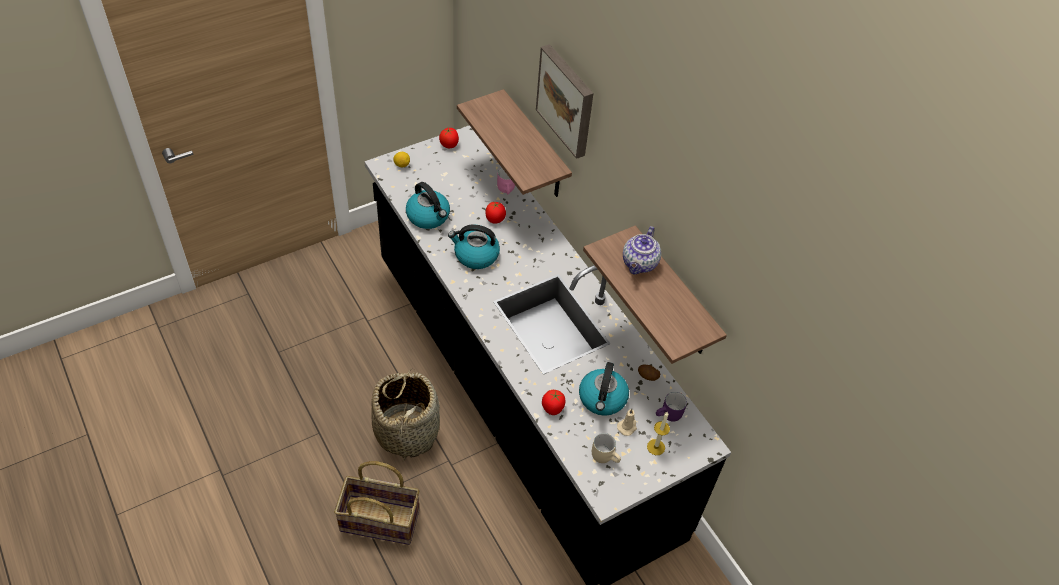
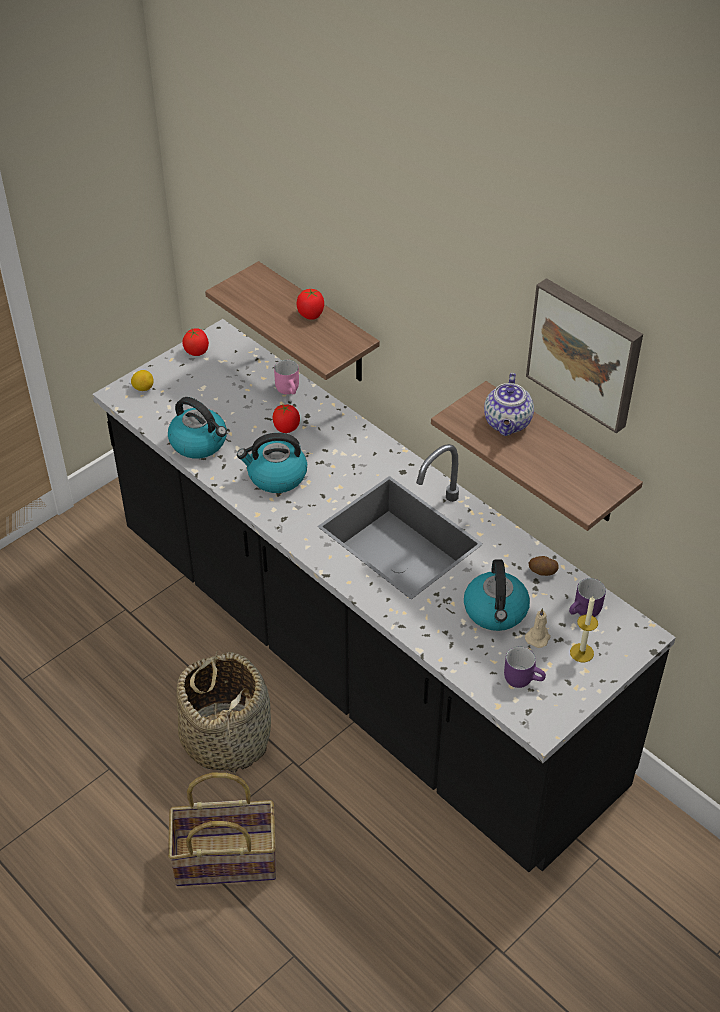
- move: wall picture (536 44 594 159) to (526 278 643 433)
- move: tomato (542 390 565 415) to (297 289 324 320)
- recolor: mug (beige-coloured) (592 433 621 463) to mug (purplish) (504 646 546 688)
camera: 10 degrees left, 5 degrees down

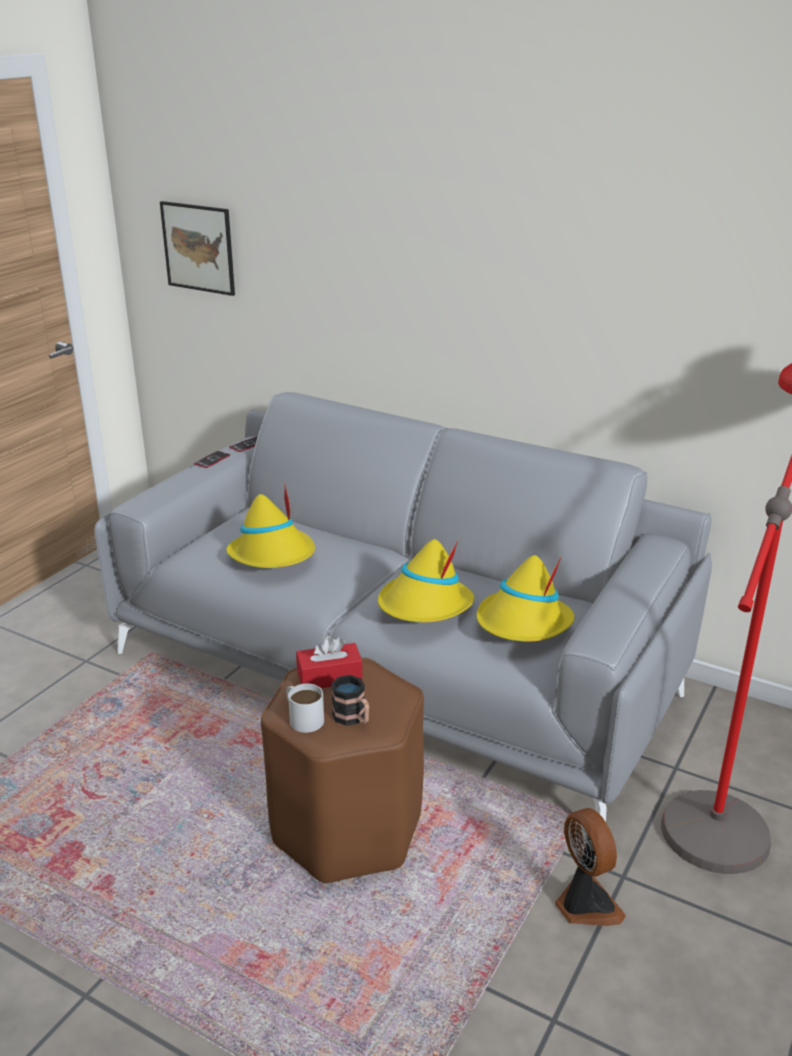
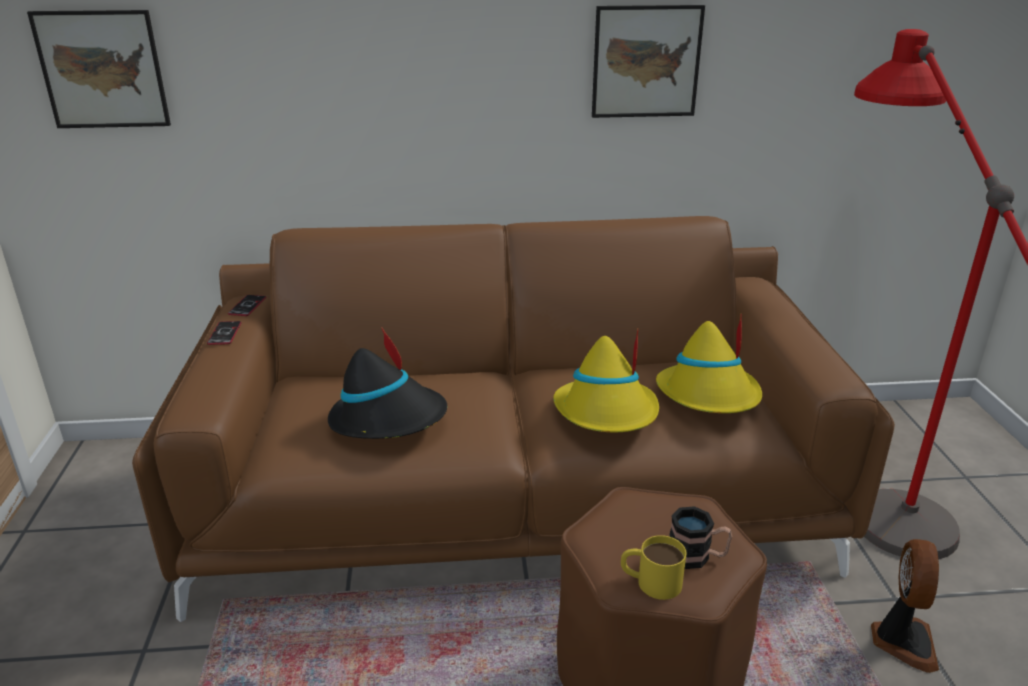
- recolor: sofa (gray) (95 392 712 822) to sofa (brown-coloured) (132 216 895 622)
- recolor: hat (yellowish) (226 483 315 568) to hat (blackish) (328 327 447 439)
- delete: tissue holder (red-coloured) (296 635 363 688)
- recolor: mug (whitish) (286 684 324 733) to mug (yellowish) (621 535 687 600)
- rotate: fan (555 808 626 926) = (871 539 939 673) 75 degrees clockwise
- insert: wall picture (592 5 705 118)
camera: 35 degrees left, 0 degrees up

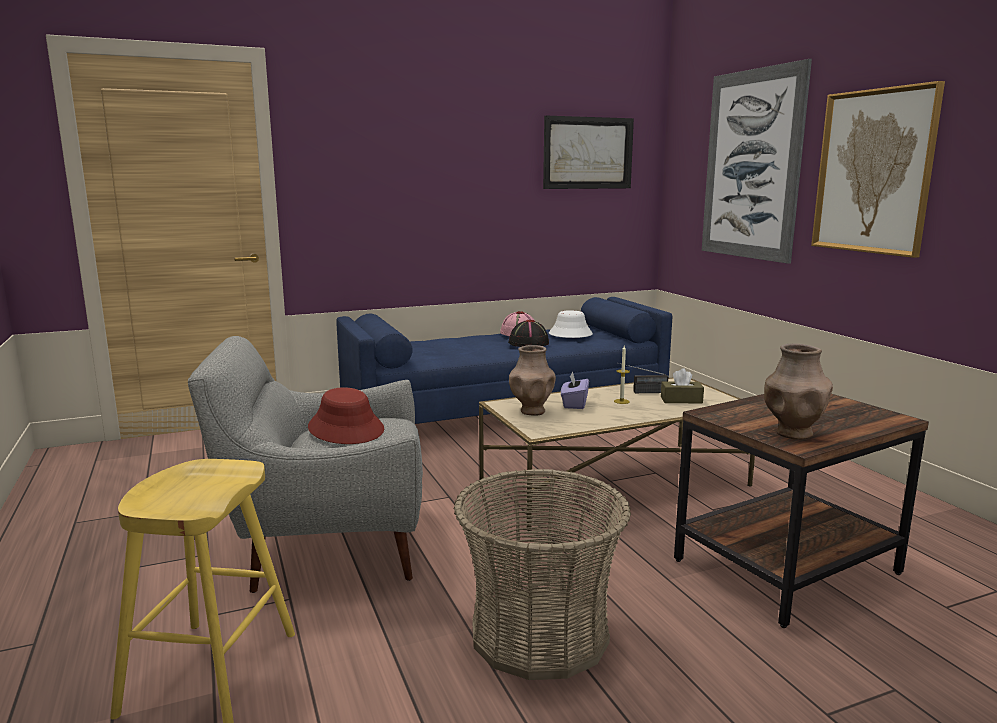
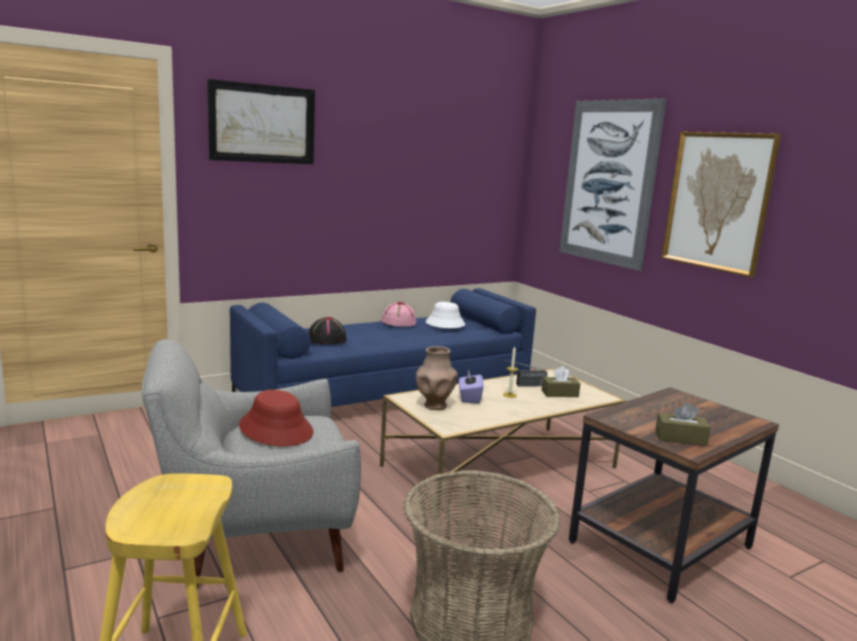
- move: wall picture (543 116 634 189) to (207 79 315 164)
- move: hat (blackish) (508 320 549 347) to (308 317 347 345)
- replace: flower vase (brown-coloured) (764 344 833 440) to tissue holder (brown-coloured) (655 402 711 446)
camera: 10 degrees left, 0 degrees up

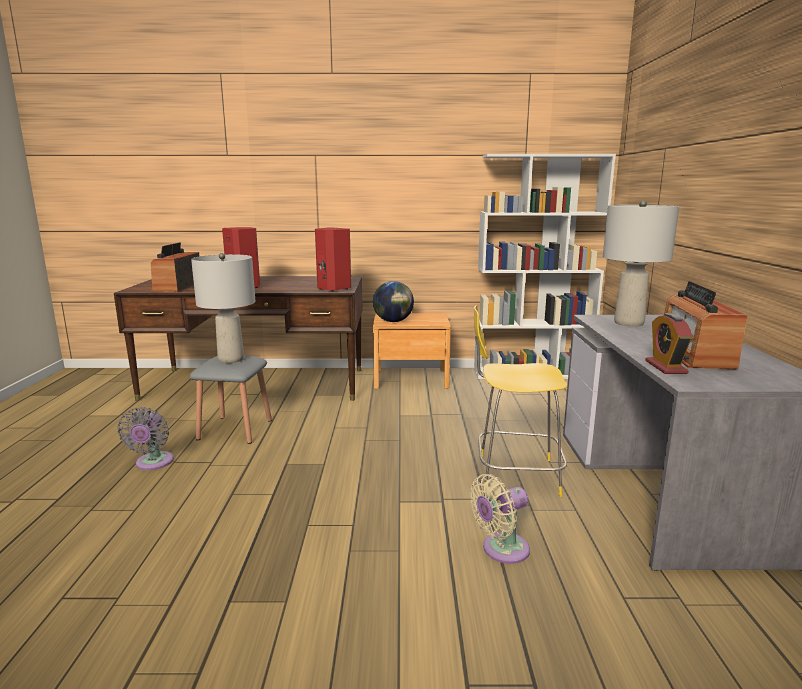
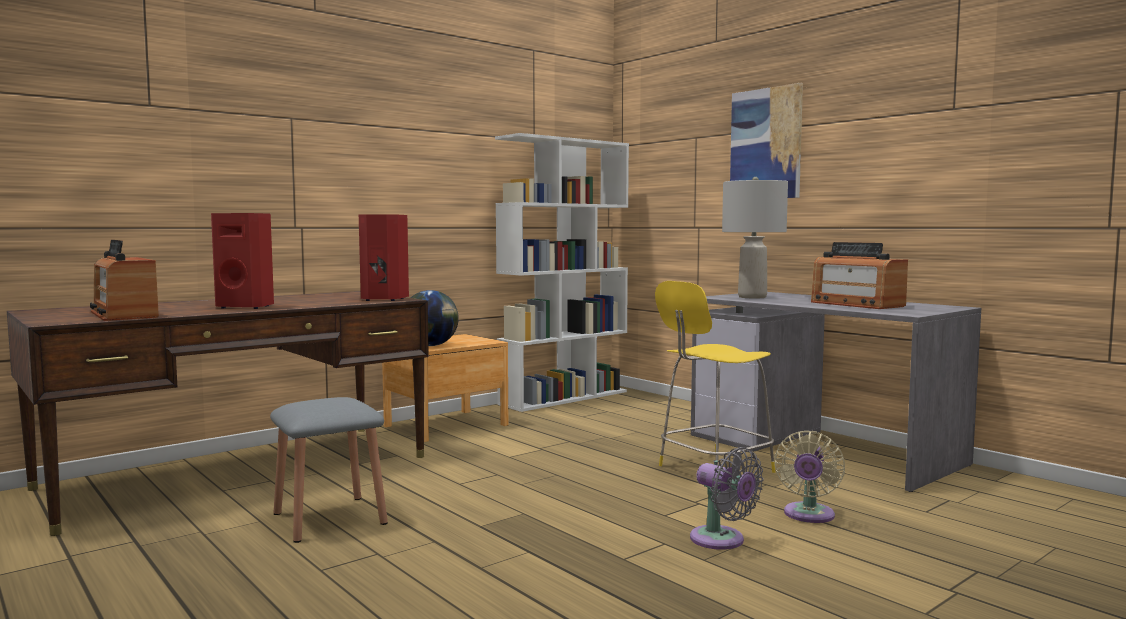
- delete: lamp for a table (gray) (191 253 256 363)
- delete: alarm clock (645 313 692 374)
- move: fan (gray) (117 407 174 470) to (690 447 764 550)
- insert: wall picture (730 83 803 198)
camera: 40 degrees left, 10 degrees down

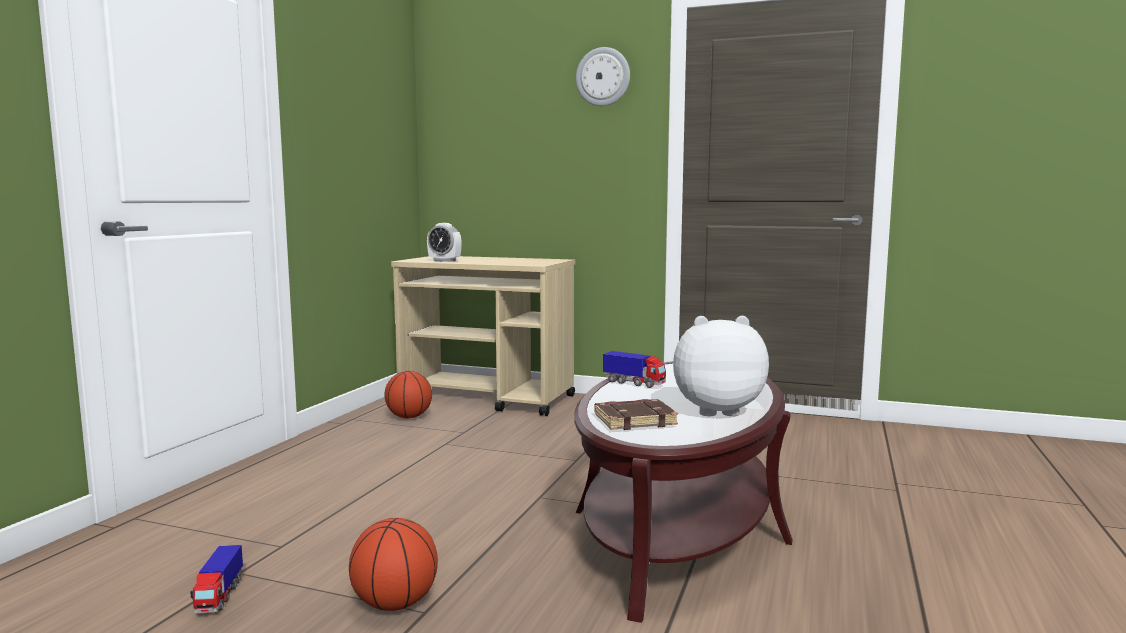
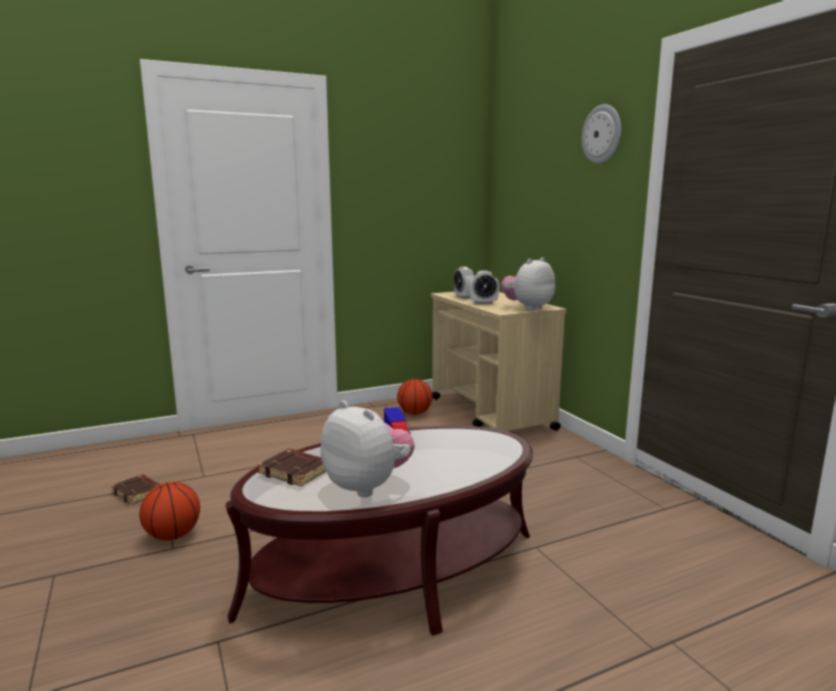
- replace: toy lorry (190 545 243 613) to volume (brown-coloured) (111 474 160 504)
- insert: soft toy (501 257 555 311)
- insert: alarm clock (469 271 500 304)
camera: 45 degrees right, 5 degrees up

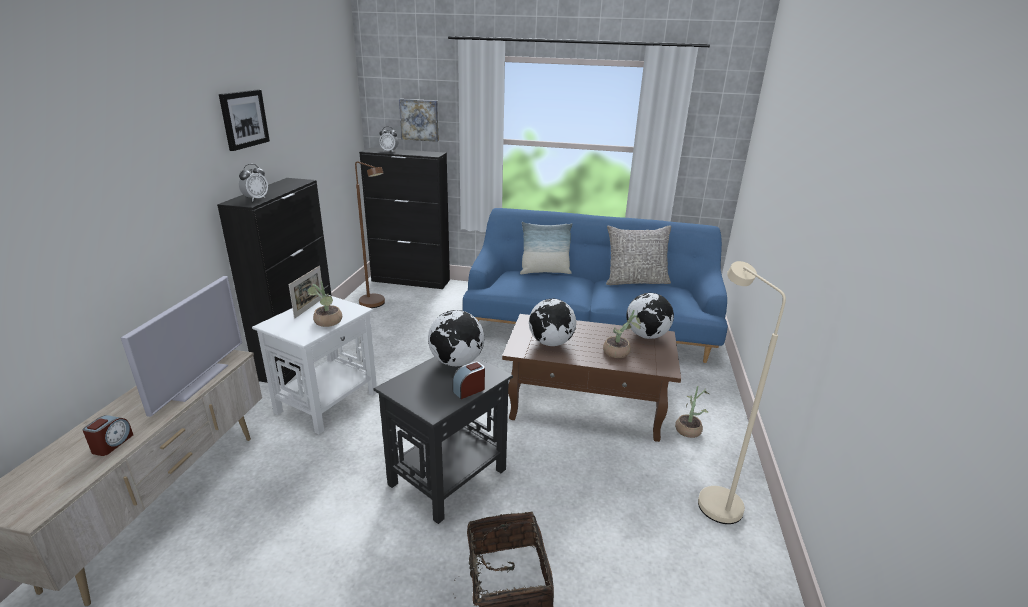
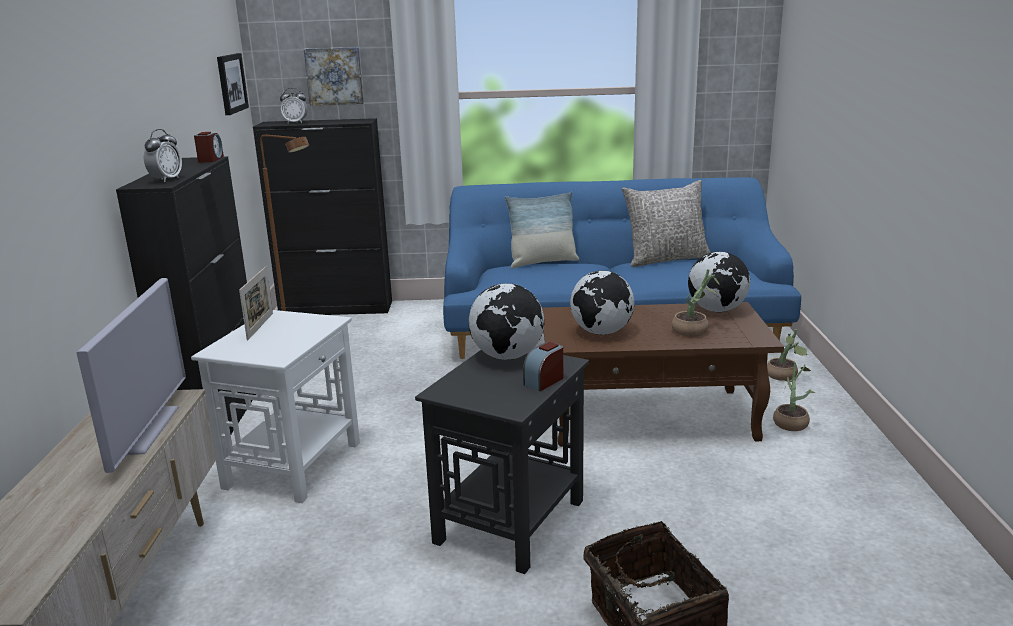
- move: wall picture (219 90 270 151) to (217 53 249 115)
- delete: standard lamp (beige-coloured) (698 261 786 524)
- move: plant in a pot (308 281 342 327) to (767 329 807 381)
- move: alarm clock (83 415 133 456) to (194 132 224 163)
camera: 10 degrees left, 5 degrees down

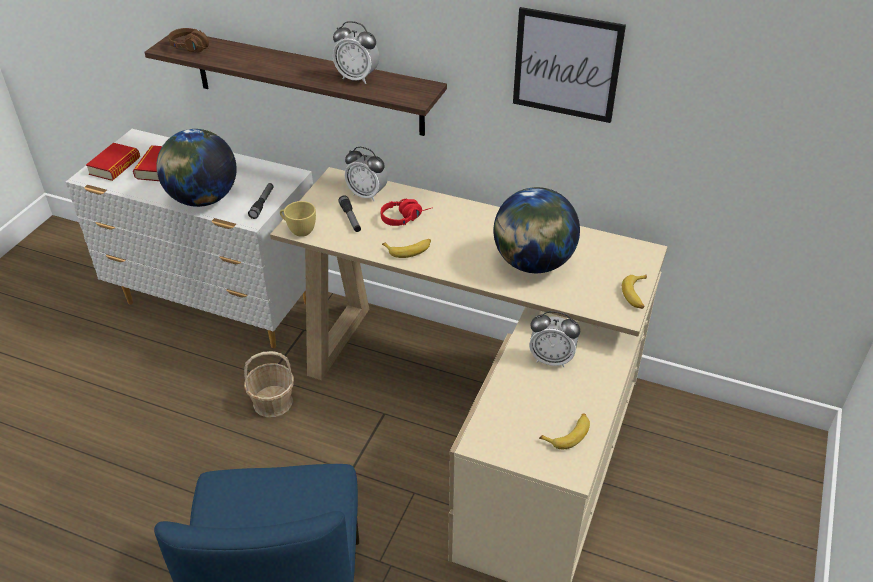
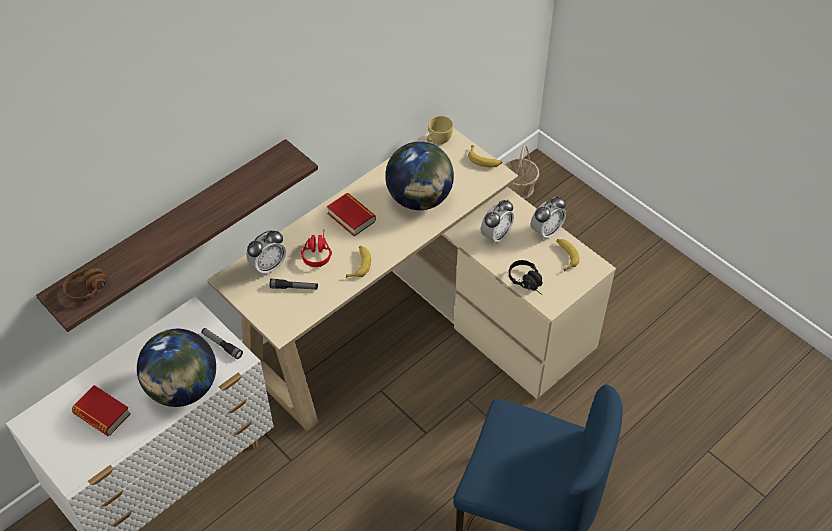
- delete: wall picture (513 7 626 123)
- move: alarm clock (333 21 379 84) to (531 196 566 240)
- move: volume (86 143 140 181) to (327 193 376 237)
- move: small cup (yellowish) (280 201 316 237) to (427 116 453 144)
- move: basket (244 351 294 417) to (504 144 539 199)
- insert: pair of headphones (blackish) (509 260 543 295)
camera: 65 degrees left, 10 degrees up

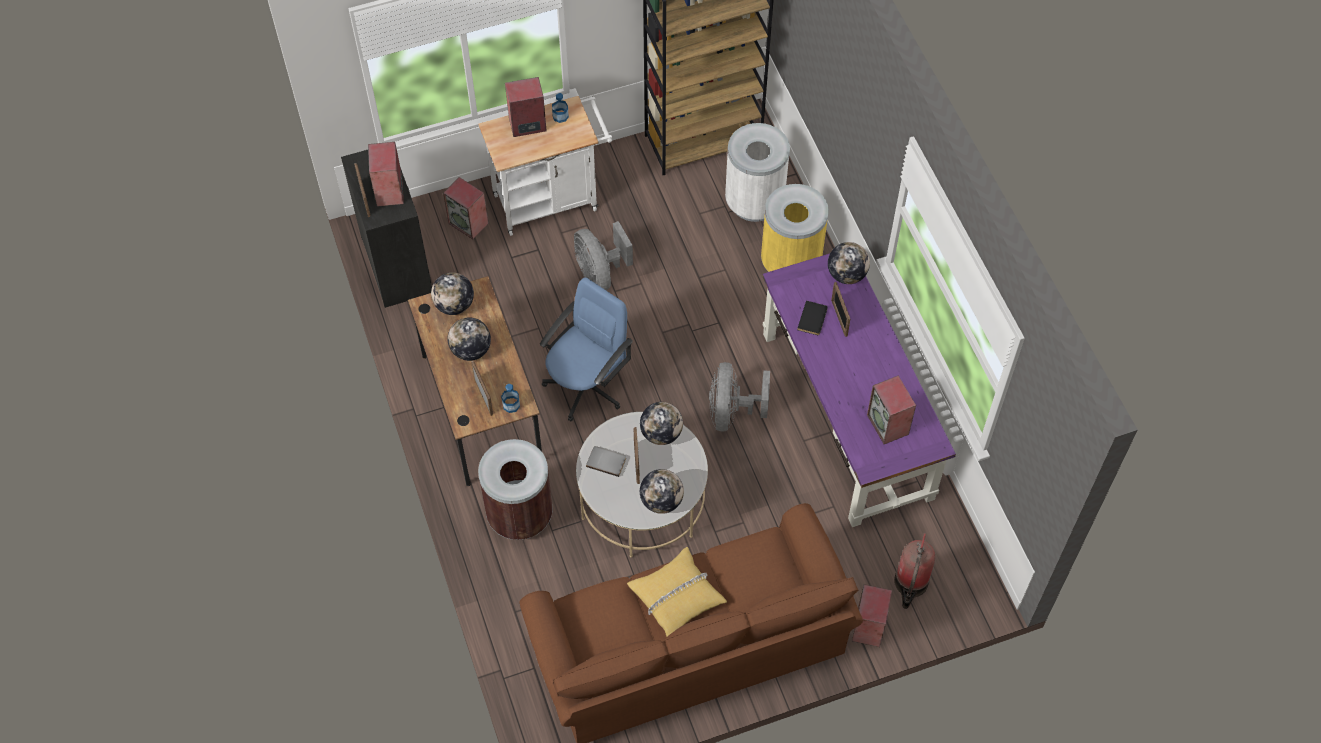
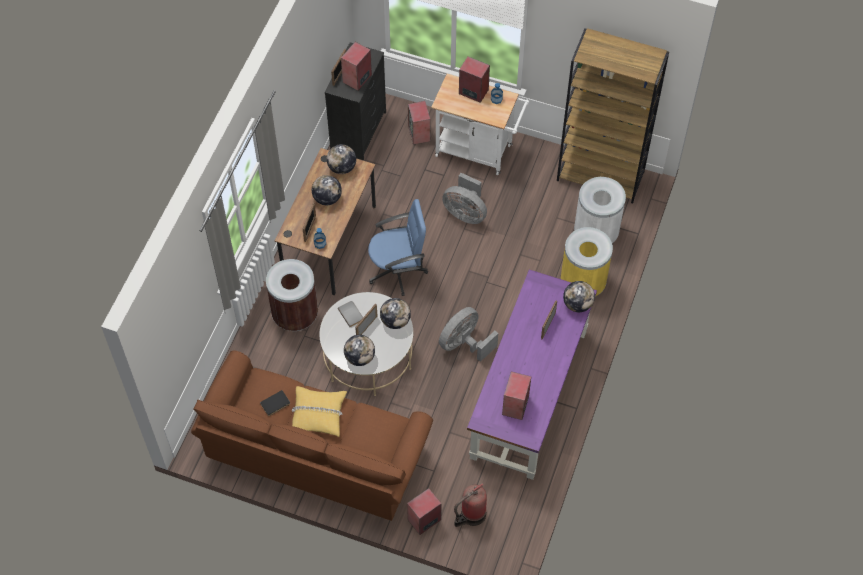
- rotate: fan (gray) (574 221 633 290) = (442 173 487 224) 75 degrees counterclockwise
- move: volume (blackish) (797 301 828 335) to (260 390 290 416)
camera: 40 degrees right, 0 degrees up

